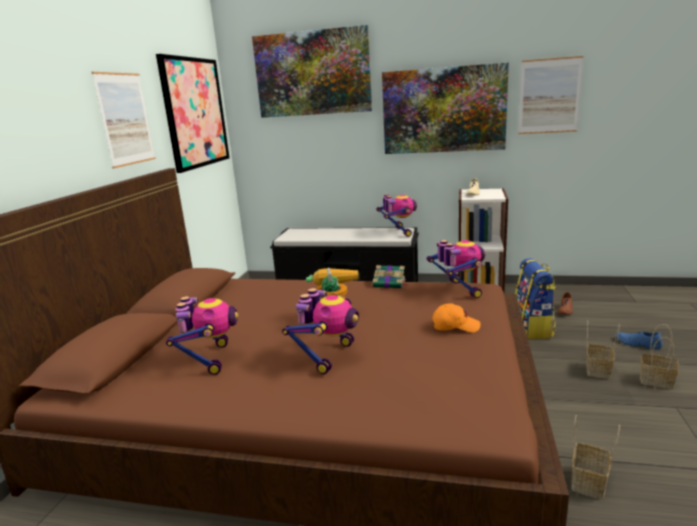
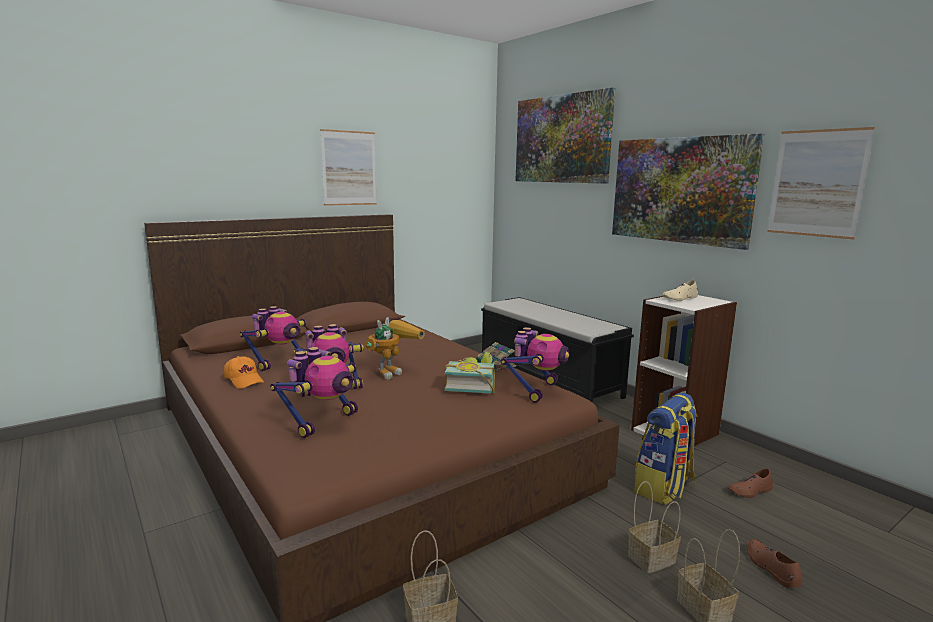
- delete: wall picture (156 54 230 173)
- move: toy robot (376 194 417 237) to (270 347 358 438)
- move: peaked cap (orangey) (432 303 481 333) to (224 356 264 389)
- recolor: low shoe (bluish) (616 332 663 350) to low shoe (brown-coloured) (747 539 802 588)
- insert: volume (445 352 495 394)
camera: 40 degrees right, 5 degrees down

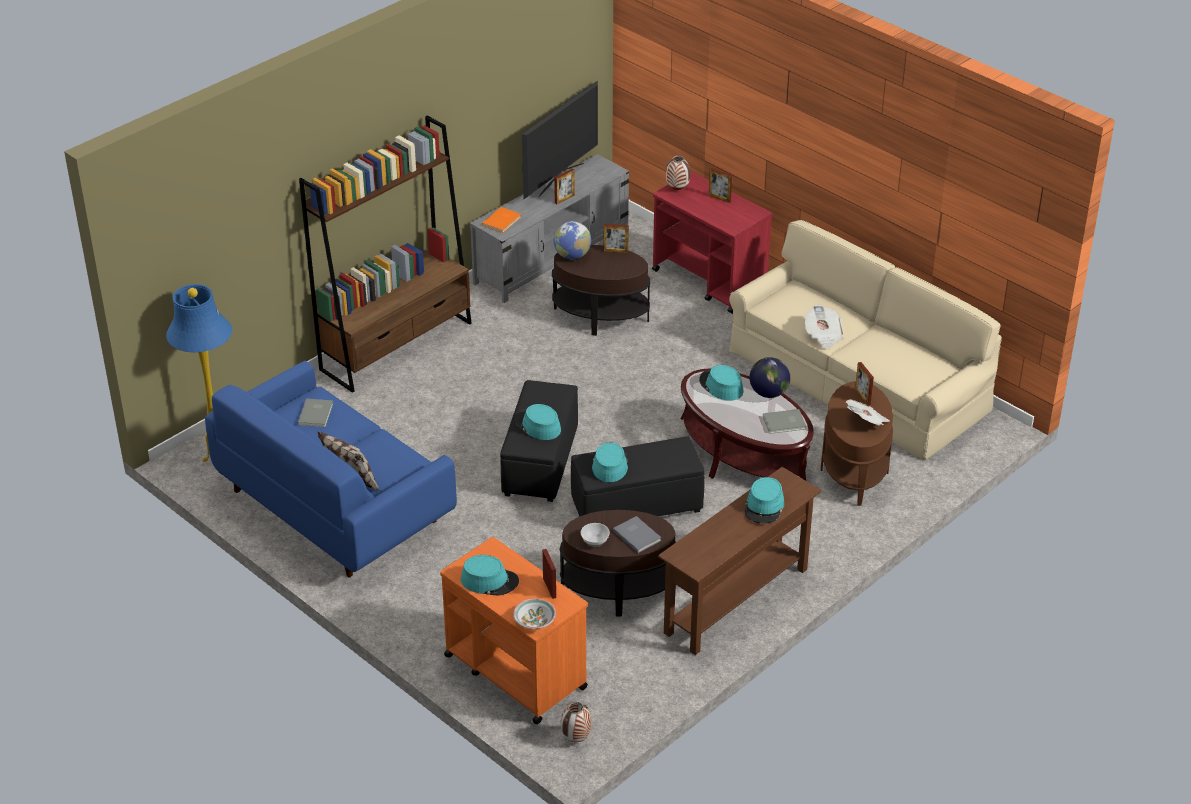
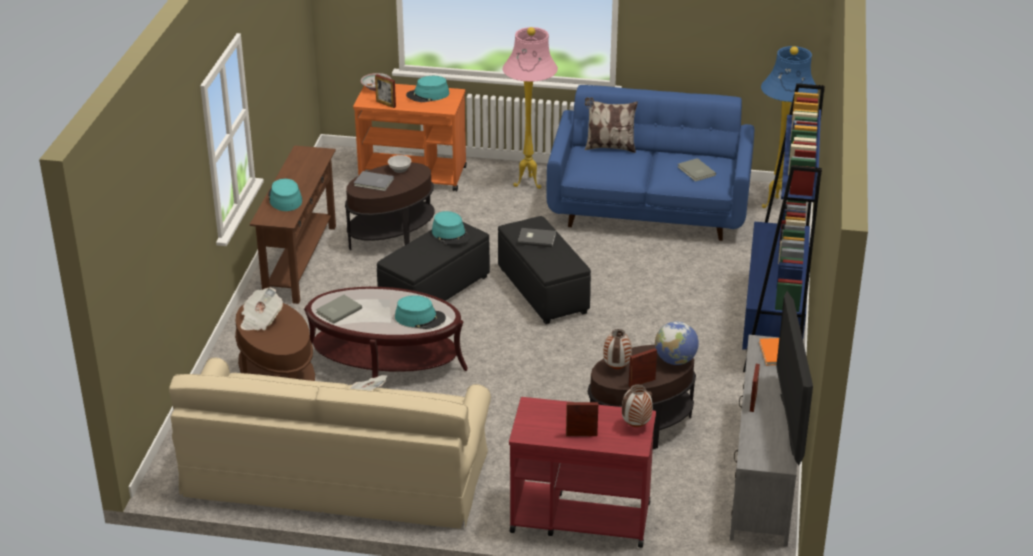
- recolor: shelving unit (brown-coloured) (299 116 472 393) to shelving unit (bluish) (742 83 825 372)
- delete: desk globe (750 357 790 398)
- delete: photo frame (855 362 874 406)
- replace: hat (turquoise) (516 404 561 440) to volume (gray) (518 228 556 248)
- move: flower vase (561 702 591 742) to (603 329 632 369)
- insert: standard lamp (pinkish) (503 27 558 189)
camera: 145 degrees right, 5 degrees down

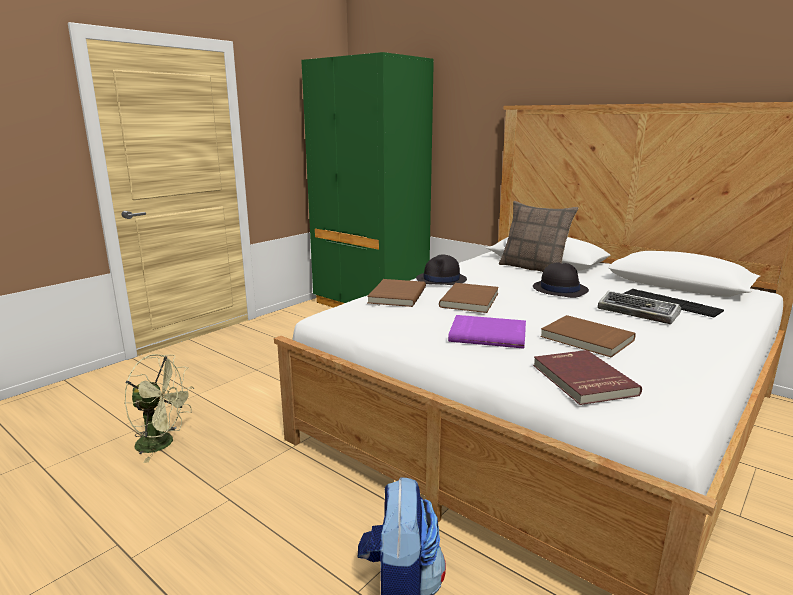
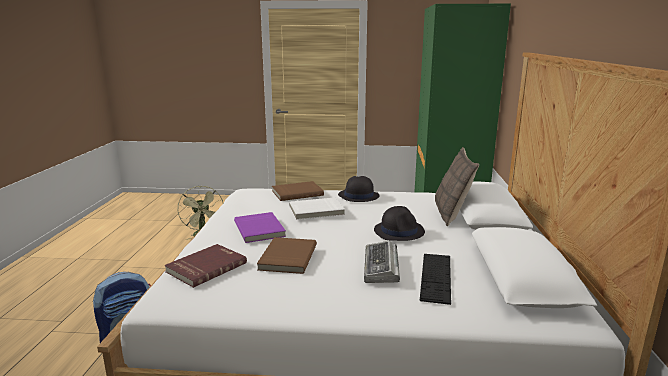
- recolor: volume (brown-coloured) (439 283 499 313) to volume (whitish) (289 197 345 220)
camera: 55 degrees right, 0 degrees up

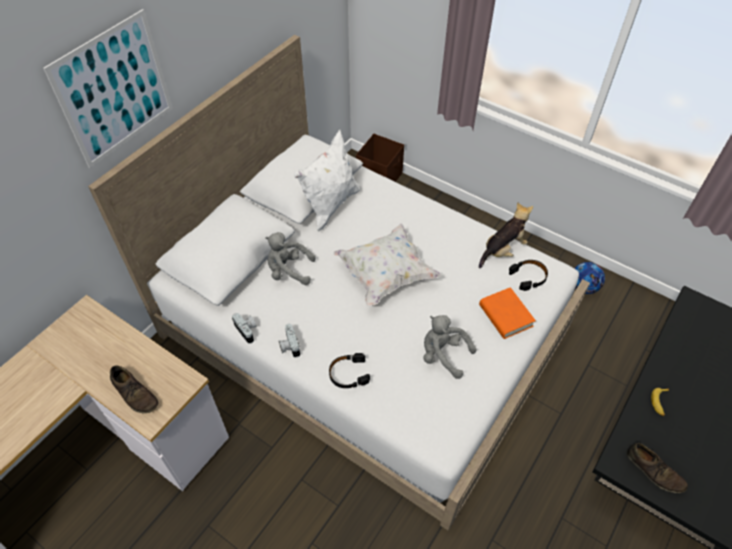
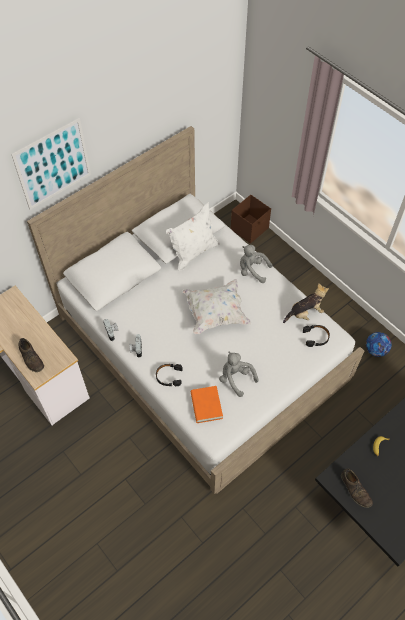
- move: soft toy (gray) (265 232 316 285) to (240 245 272 283)
- move: volume (orangey) (479 287 536 339) to (191 386 223 423)
camera: 15 degrees right, 5 degrees up

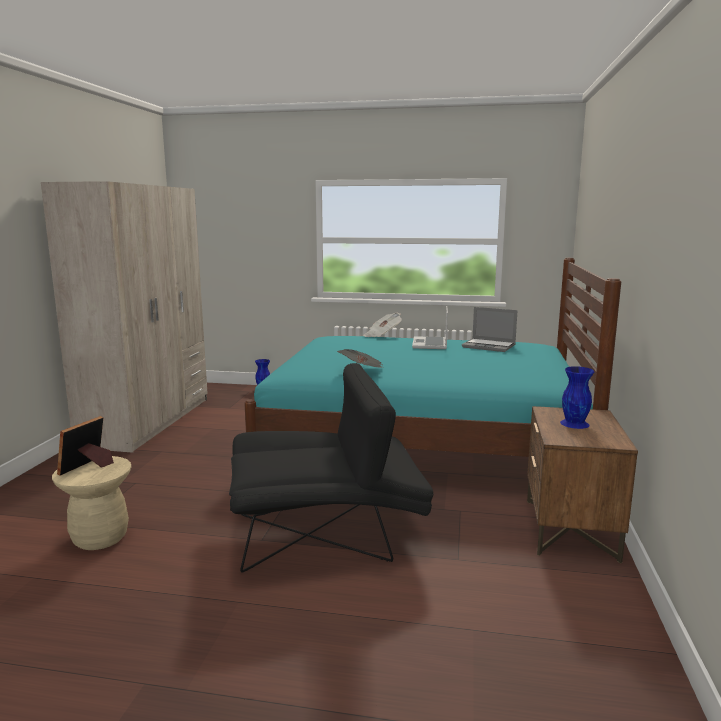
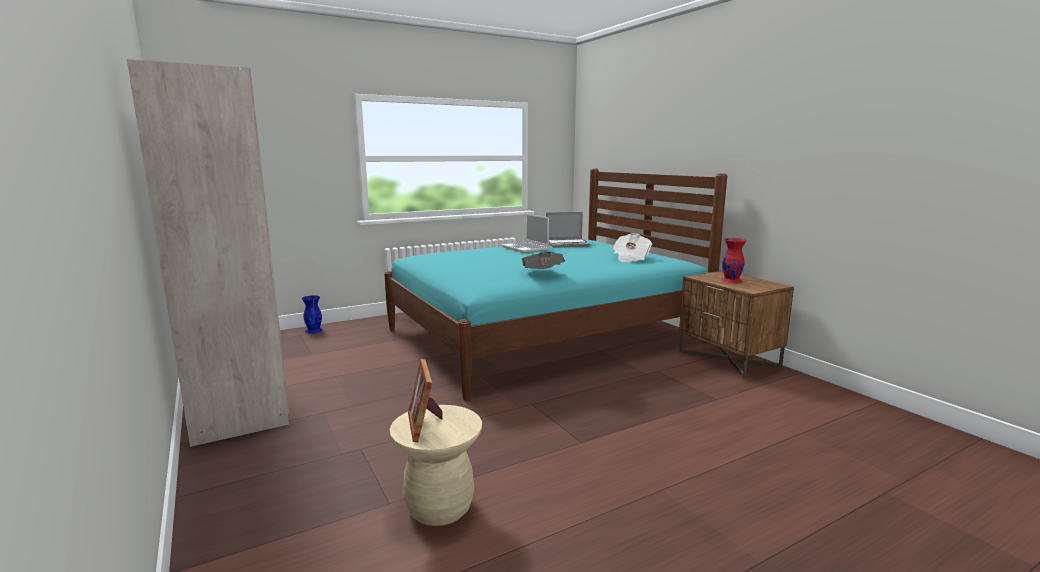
- move: newspaper (363 313 402 337) to (613 233 652 262)
- delete: lounge chair (blackish) (229 363 434 573)
- recolor: flower vase (bluish) (560 366 594 429) to flower vase (red-coloured) (721 238 747 283)
camera: 40 degrees left, 0 degrees up

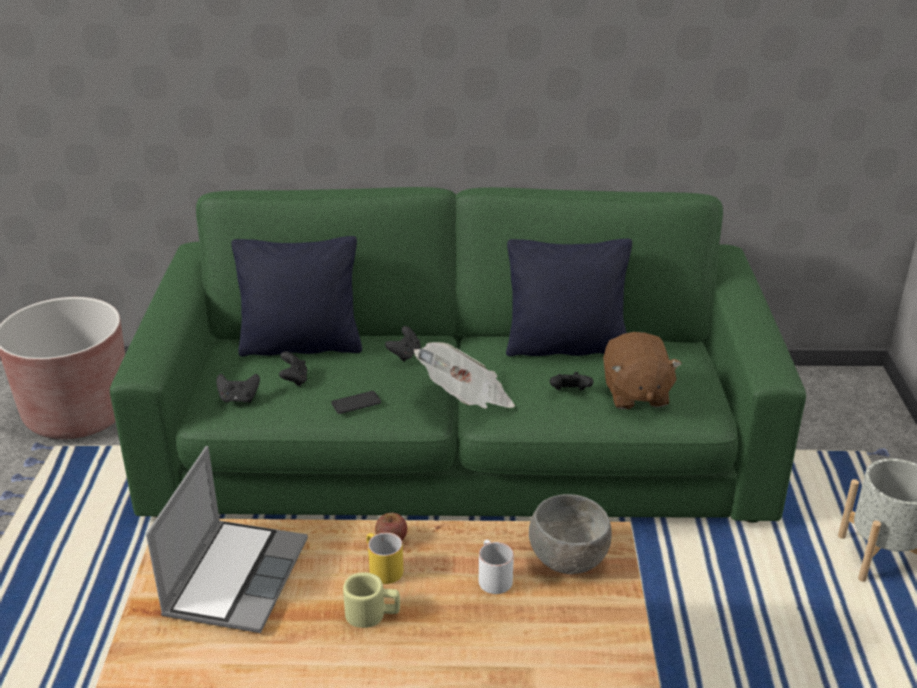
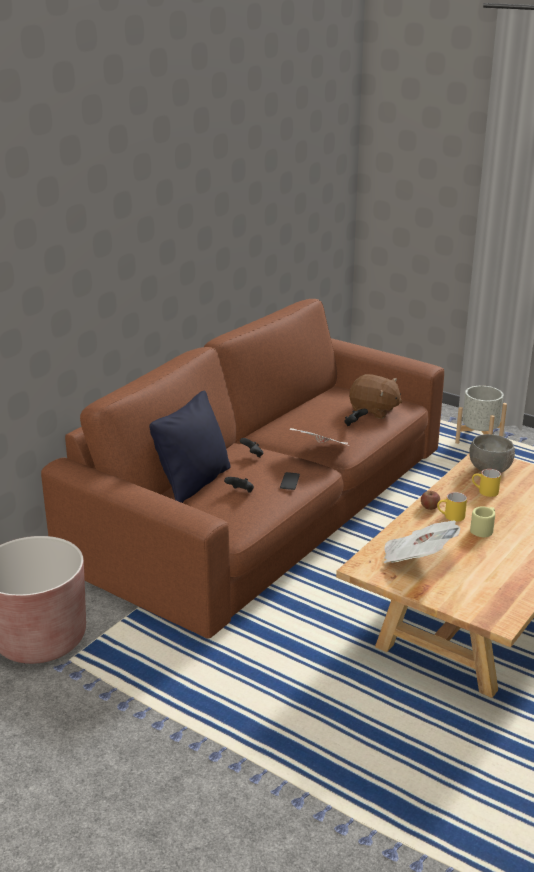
- recolor: sofa (green-coloured) (110 187 806 523) to sofa (brown-coloured) (41 299 444 639)
- delete: cushion (blackish) (506 239 632 356)
- delete: joypad (blackish) (216 374 260 403)
- replace: laptop (146 446 308 633) to newspaper (384 520 461 563)
- recolor: mug (whitish) (479 540 514 594) to mug (yellowish) (472 469 501 497)
camera: 55 degrees left, 5 degrees down

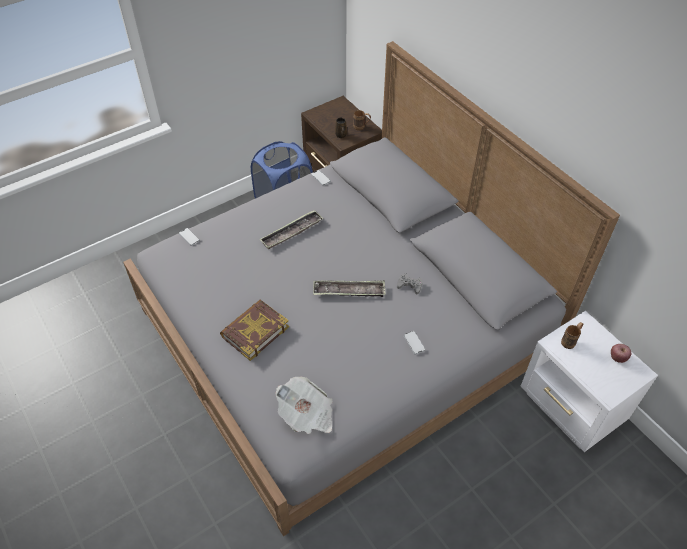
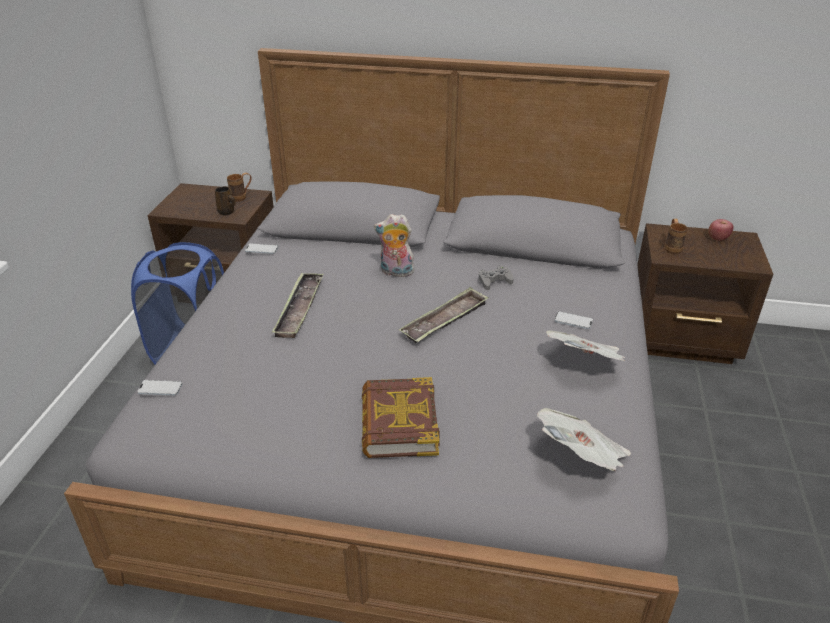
- recolor: bedside table (whitish) (521 311 658 452) to bedside table (brown-coloured) (637 223 773 364)
- insert: soft toy (374 214 416 277)
- insert: newspaper (546 330 625 361)
camera: 45 degrees left, 15 degrees down

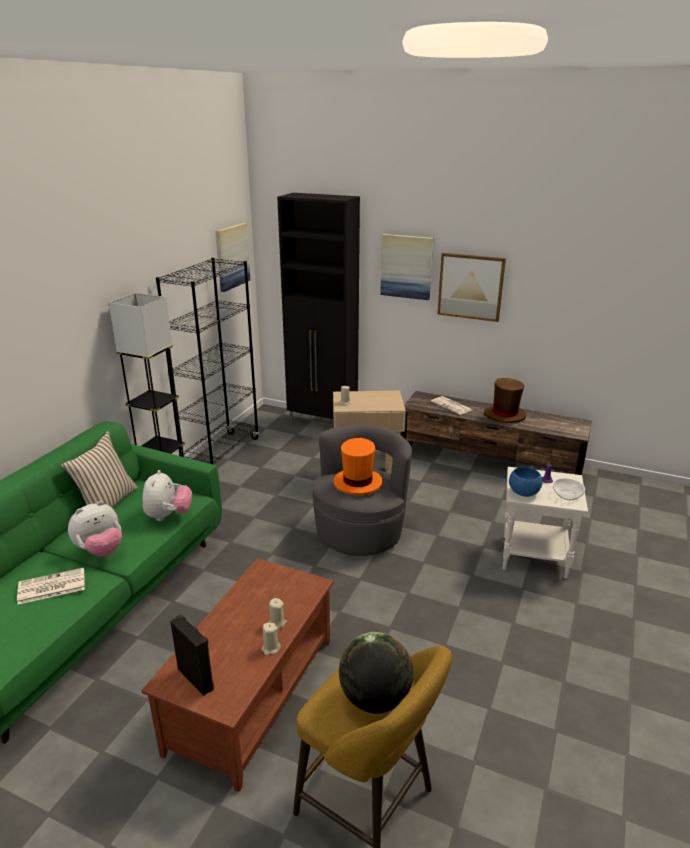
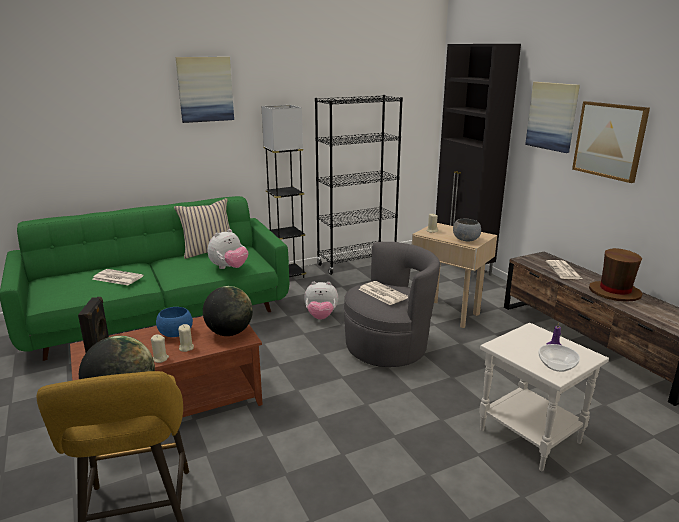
- move: wall picture (216 223 250 292) to (175 57 234 123)
- replace: hat (orangey) (334 438 382 495) to newspaper (359 281 408 305)
- move: bowl (bluish) (509 467 542 497) to (156 307 193 337)
- move: soft toy (68 501 122 557) to (304 282 338 320)
- insert: bowl (gray) (453 219 481 241)
- insert: desk globe (203 286 253 336)
camera: 40 degrees right, 5 degrees down

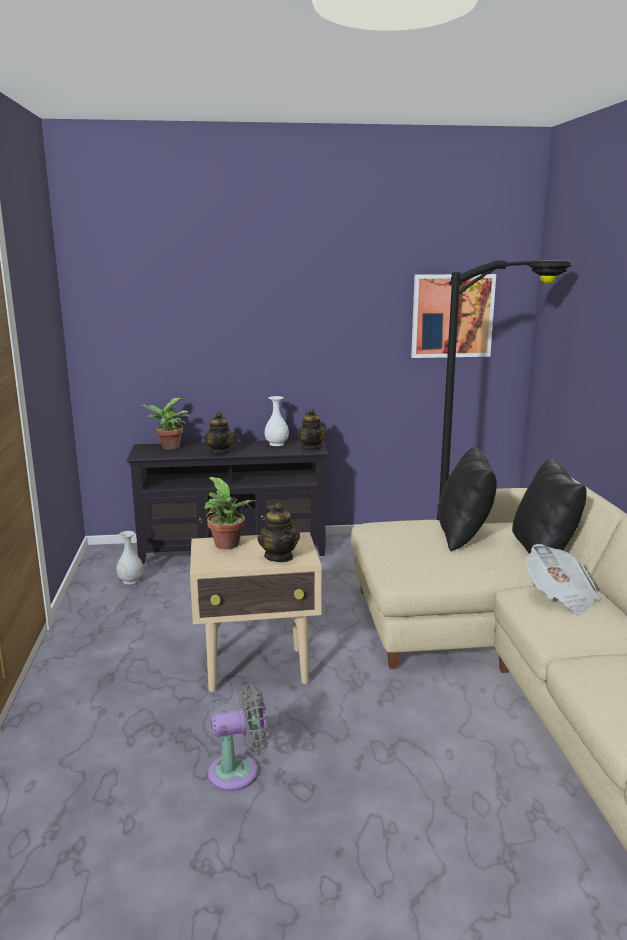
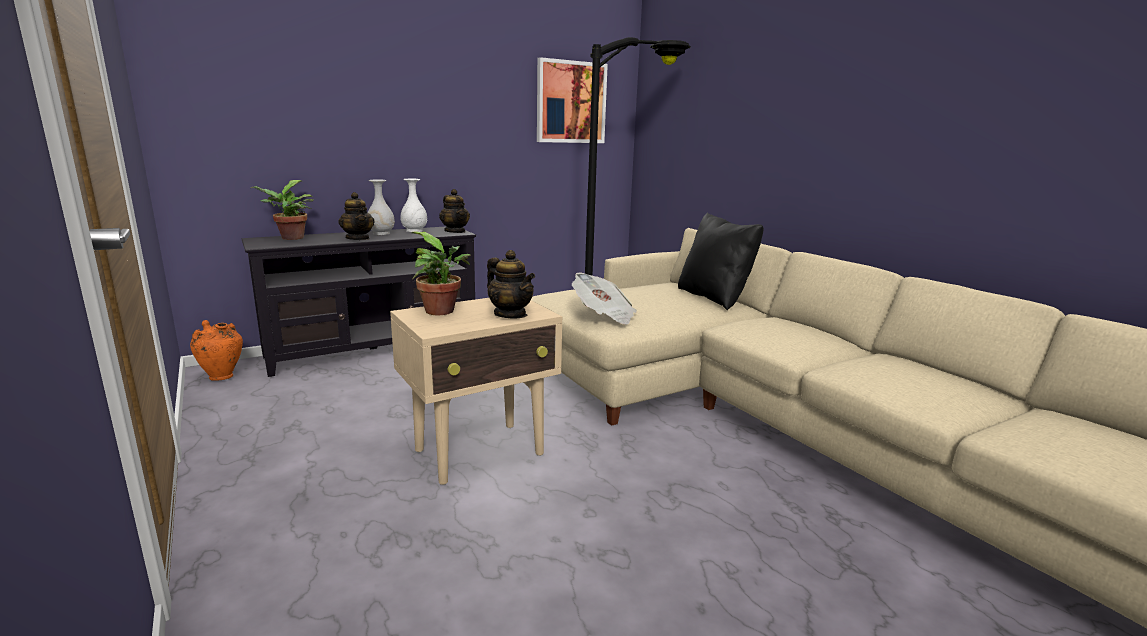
- delete: cushion (blackish) (438 445 497 551)
- move: flower vase (whitish) (116 531 144 585) to (367 179 395 235)
- move: newspaper (524 544 600 615) to (572 273 637 325)
- delete: fan (gray) (208 684 269 791)
- insert: flower vase (orangey) (190 320 243 381)
camera: 25 degrees left, 0 degrees up

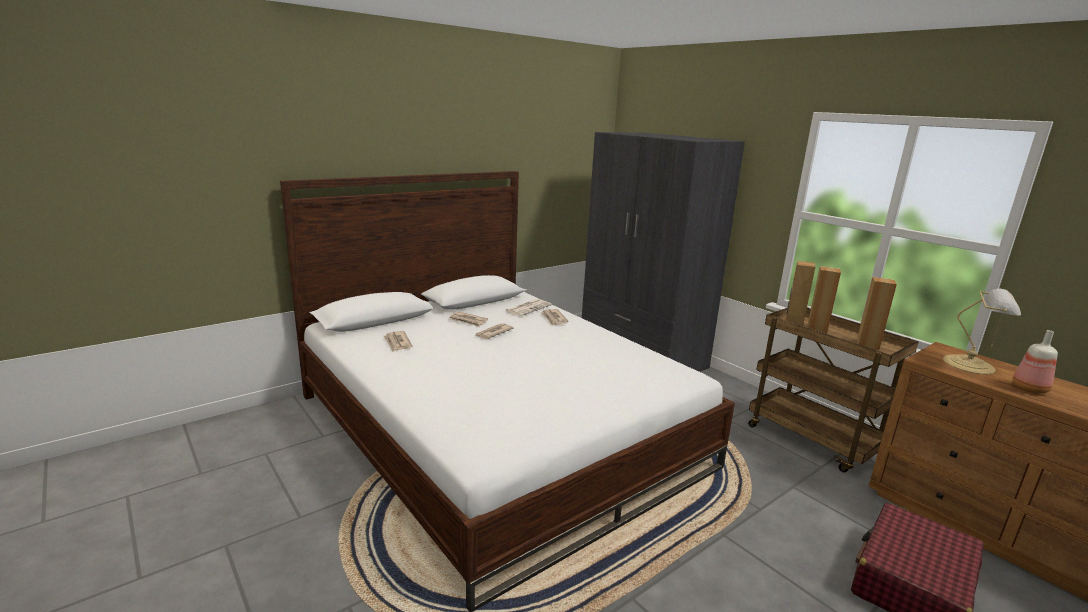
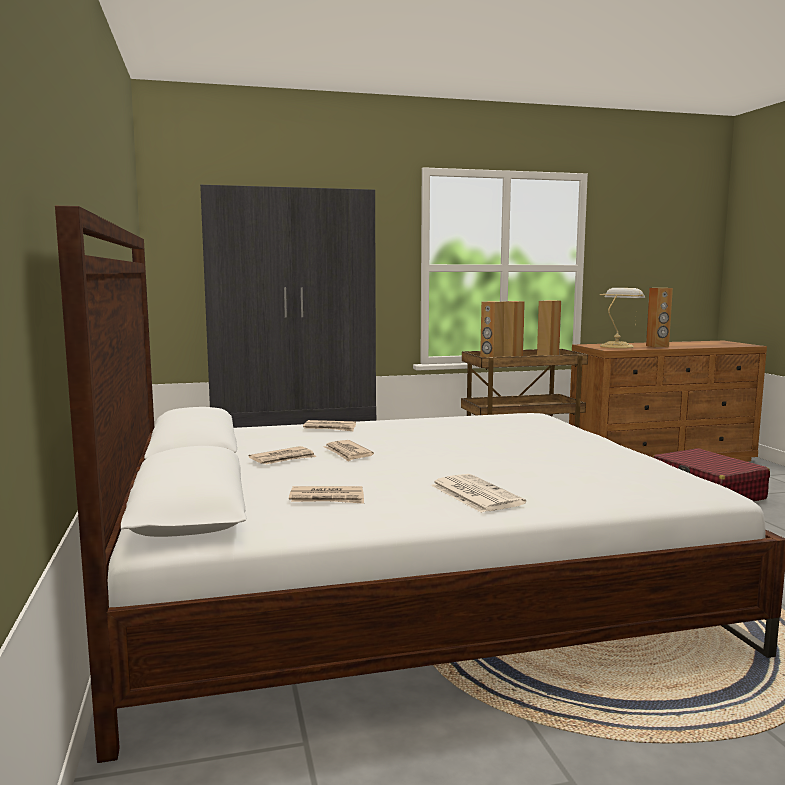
- move: newspaper (505 299 552 316) to (431 474 526 513)
- replace: drink bottle (1012 330 1058 394) to speaker (brown-coloured) (646 288 673 347)
camera: 65 degrees left, 10 degrees down

